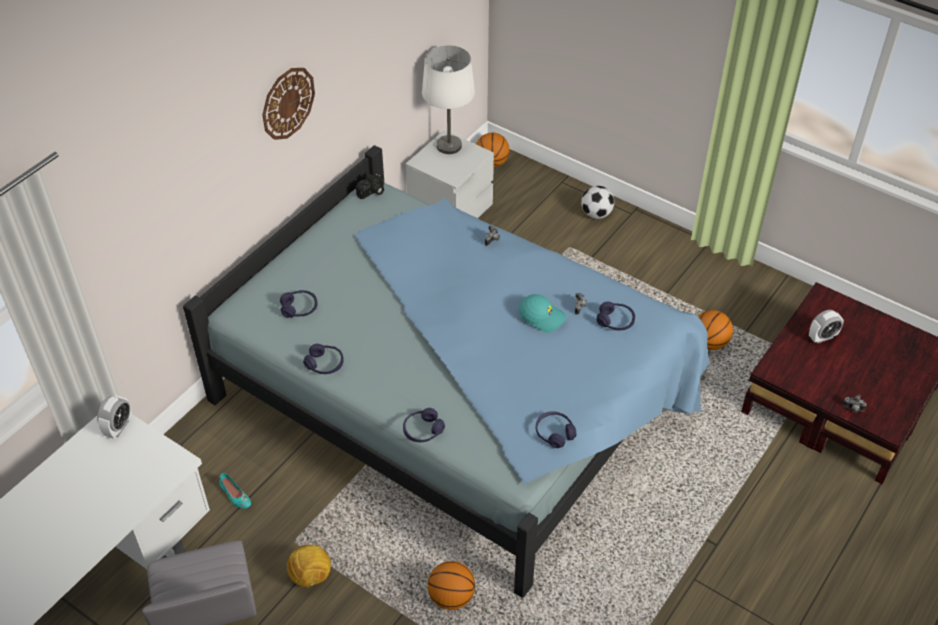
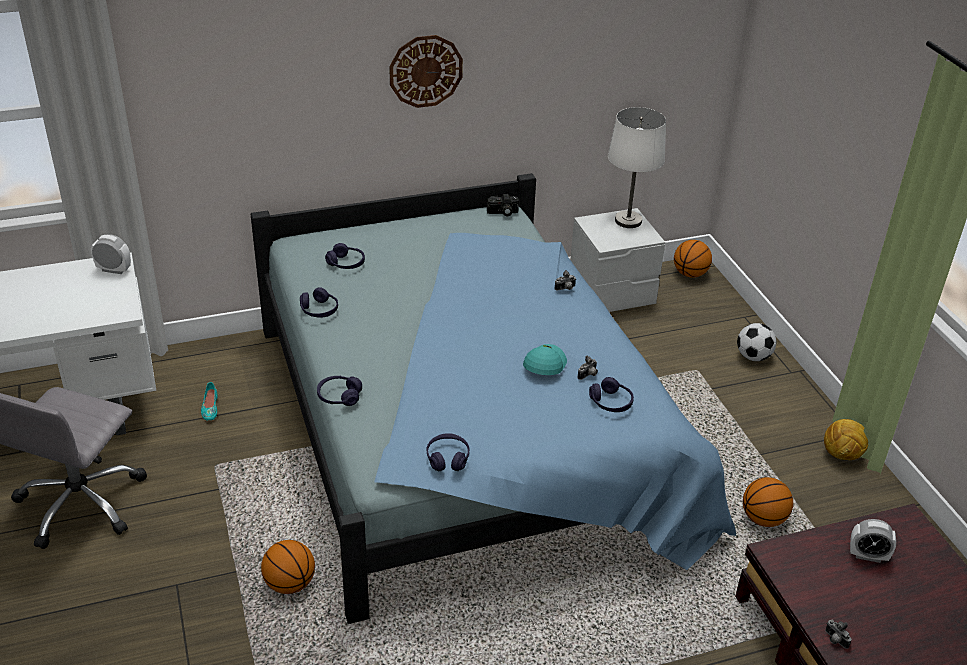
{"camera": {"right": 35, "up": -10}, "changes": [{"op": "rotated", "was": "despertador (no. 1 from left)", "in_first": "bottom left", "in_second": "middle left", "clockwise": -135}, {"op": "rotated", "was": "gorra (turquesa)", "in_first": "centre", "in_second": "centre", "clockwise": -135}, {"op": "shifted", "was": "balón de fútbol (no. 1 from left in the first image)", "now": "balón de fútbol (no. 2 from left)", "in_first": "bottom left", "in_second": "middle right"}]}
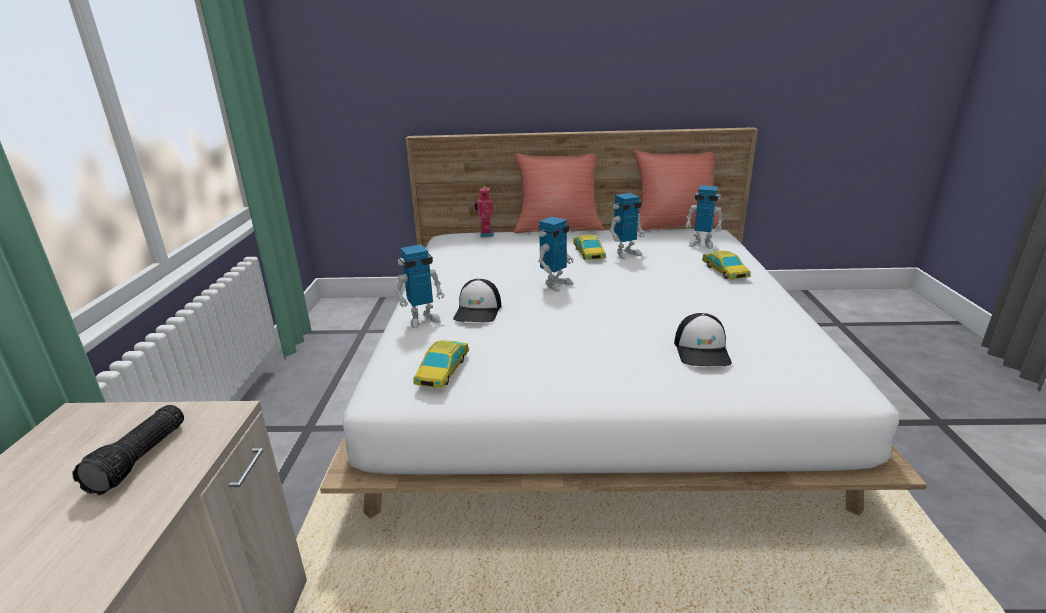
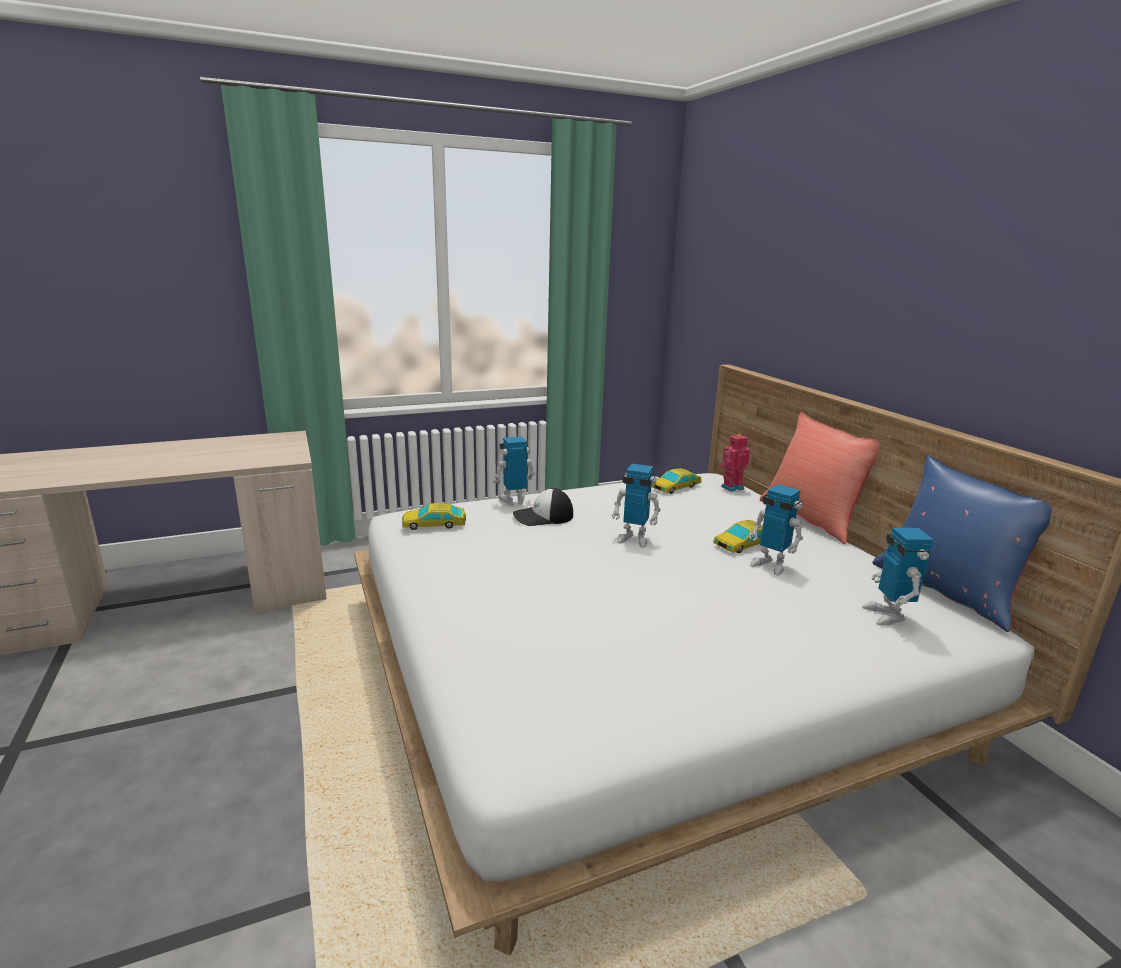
{"camera": {"right": 65, "up": -5}, "changes": [{"op": "rotated", "was": "robot de juguete (no. 1 from left)", "in_first": "centre", "in_second": "centre", "clockwise": 120}, {"op": "shifted", "was": "coche de juguete (no. 3 from left in the first image)", "now": "coche de juguete (no. 2 from left)", "in_first": "middle right", "in_second": "centre"}, {"op": "repainted", "was": "cojín (rojo) (no. 2 from left)", "now": "cojín (azul)", "in_first": "top centre", "in_second": "middle right"}, {"op": "gone", "was": "linterna", "in_first": "bottom left"}, {"op": "gone", "was": "gorra (no. 2 from left)", "in_first": "middle right"}]}
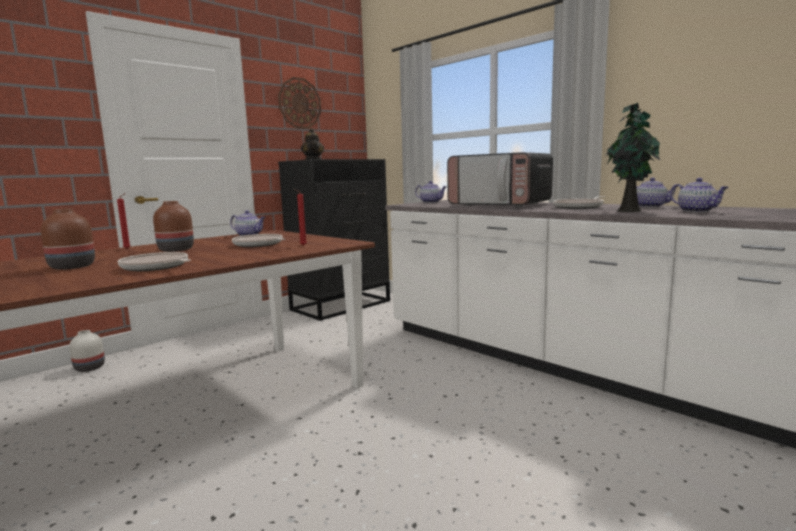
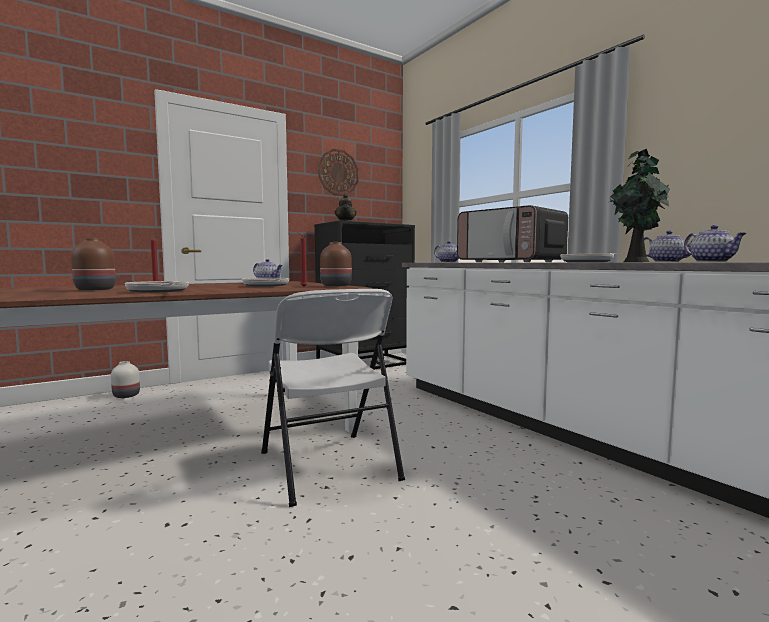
{"camera": {"right": 10, "up": -5}, "changes": [{"op": "new", "now": "silla (blanco)", "in_second": "centre"}, {"op": "shifted", "was": "florero (marrón) (no. 2 from left)", "in_first": "middle left", "in_second": "centre"}]}
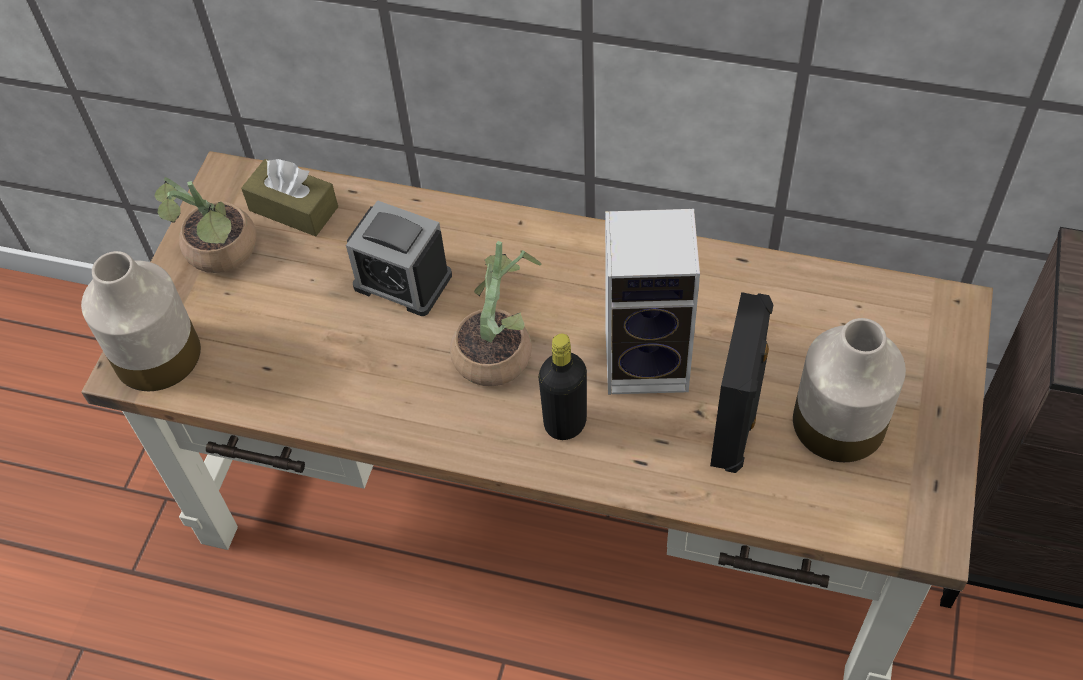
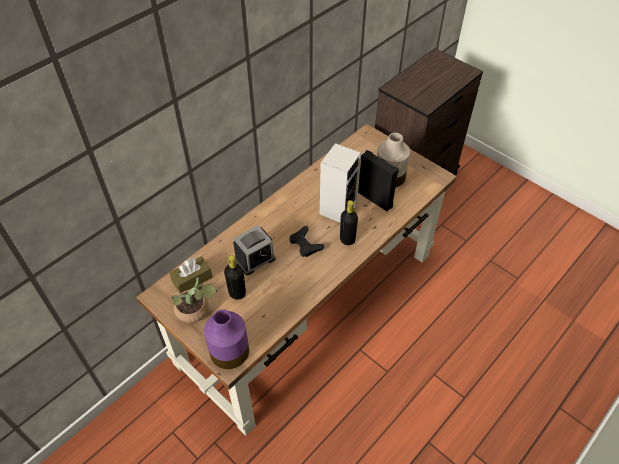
{"camera": {"right": -65, "up": -5}, "changes": [{"op": "repainted", "was": "florero (beis) (no. 1 from left)", "now": "florero (morado)", "in_first": "middle left", "in_second": "bottom centre"}, {"op": "new", "now": "botella (negro) (no. 1 from left)", "in_second": "centre"}, {"op": "swapped", "was": "planta en maceta (no. 2 from left)", "now": "mando de consola (negro)", "in_first": "centre", "in_second": "centre"}]}
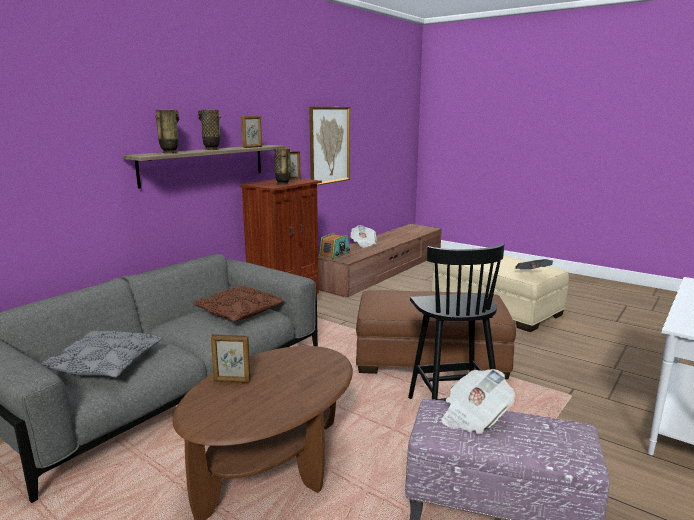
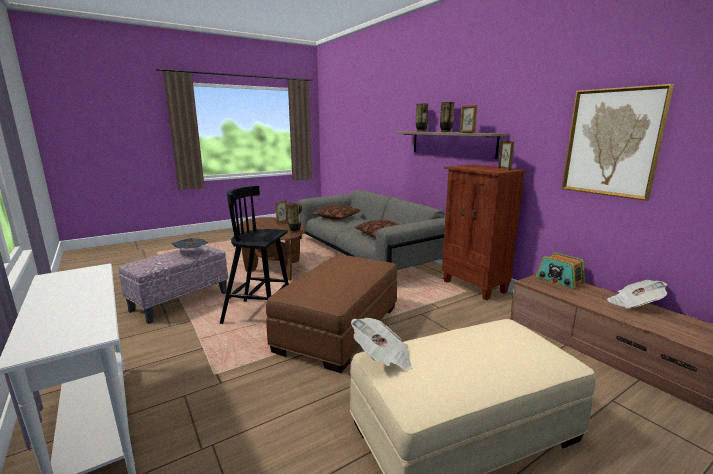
{"camera": {"right": 110, "up": 0}, "changes": [{"op": "shifted", "was": "florero (no. 3 from left in the first image)", "now": "florero (no. 1 from left)", "in_first": "top centre", "in_second": "centre"}, {"op": "repainted", "was": "cojín (gris)", "now": "cojín (marrón) (no. 1 from left)", "in_first": "bottom left", "in_second": "centre"}]}
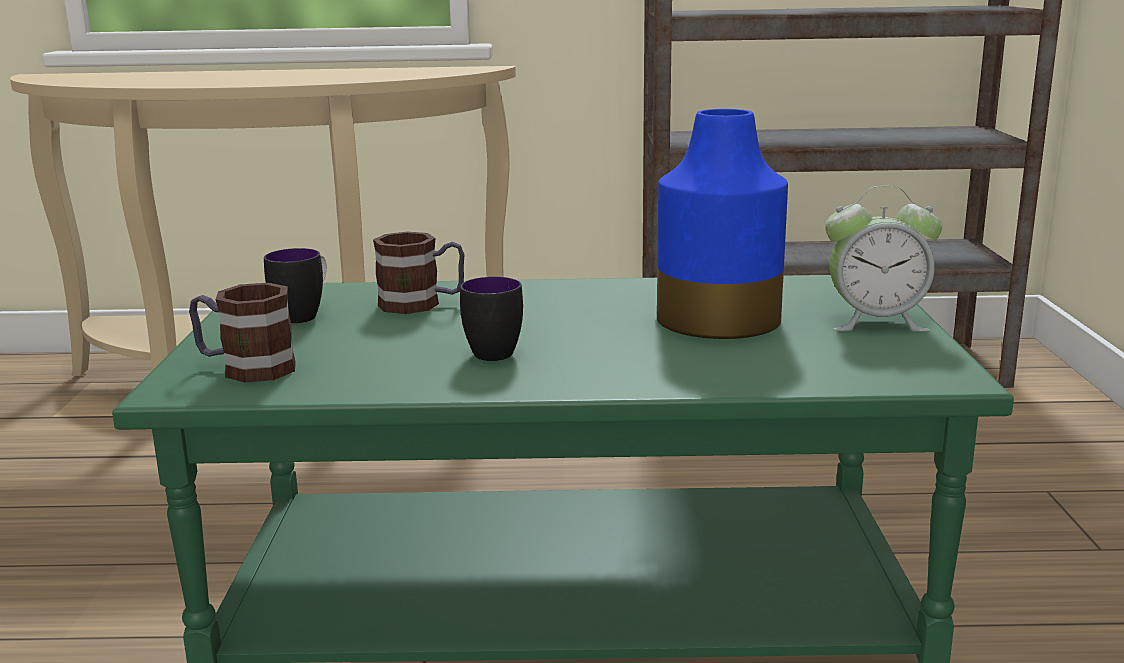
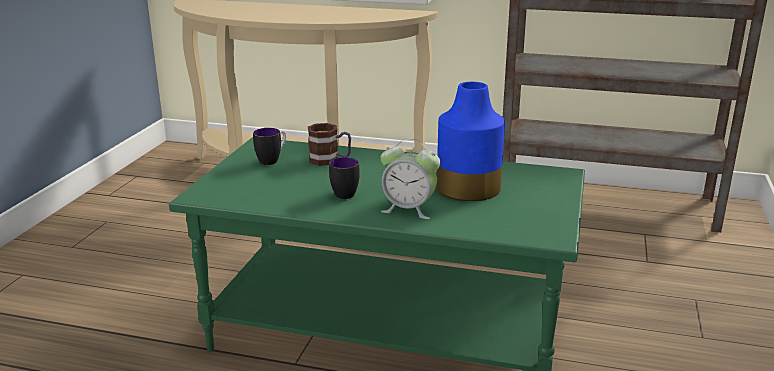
{"camera": {"right": 15, "up": 5}, "changes": [{"op": "shifted", "was": "despertador", "in_first": "middle right", "in_second": "centre"}, {"op": "gone", "was": "taza grande (no. 1 from left)", "in_first": "middle left"}]}
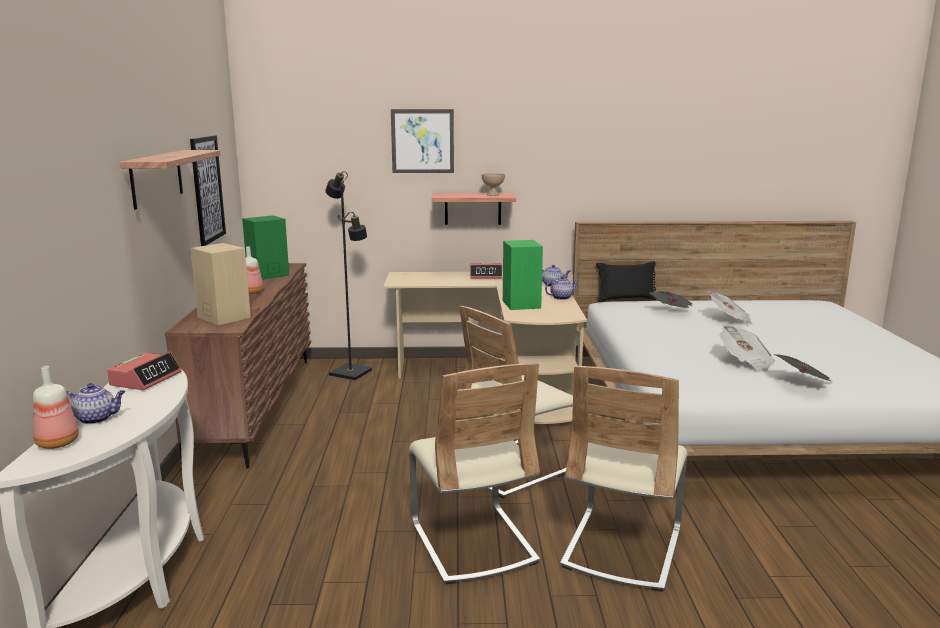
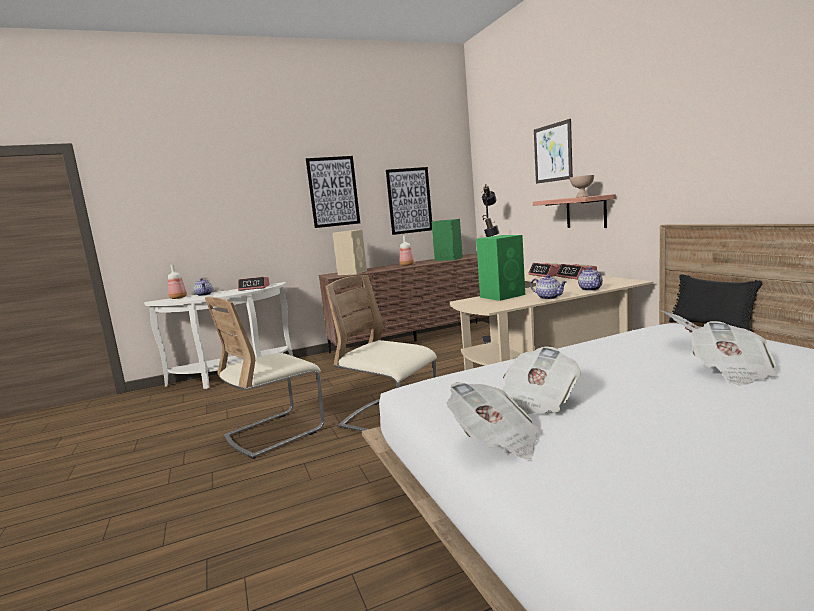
{"camera": {"right": 70, "up": -5}, "changes": [{"op": "swapped", "was": "estante (no. 1 from left)", "now": "cuadro (no. 1 from left)", "in_first": "top left", "in_second": "top centre"}, {"op": "new", "now": "despertador (no. 2 from left)", "in_second": "middle right"}, {"op": "gone", "was": "silla (beis) (no. 3 from left)", "in_first": "bottom centre"}]}
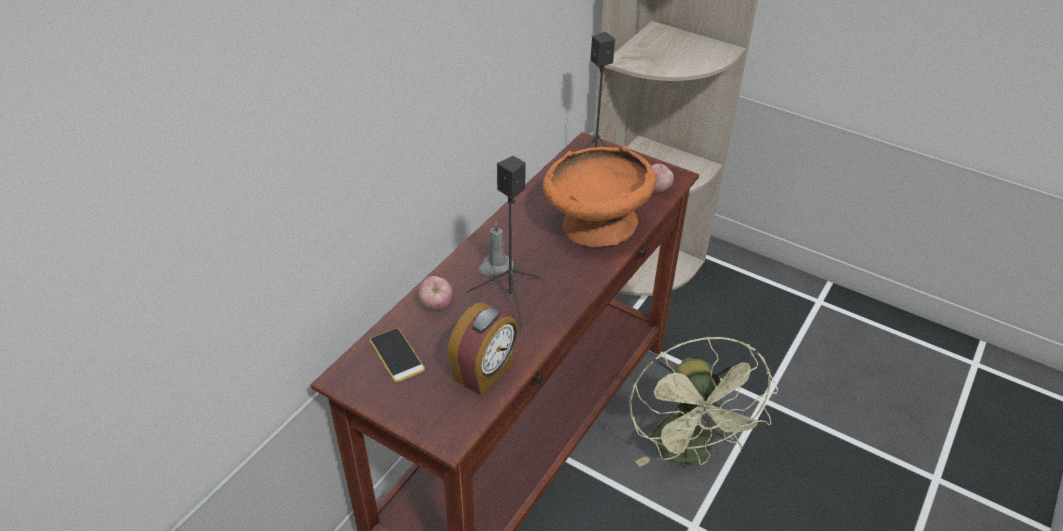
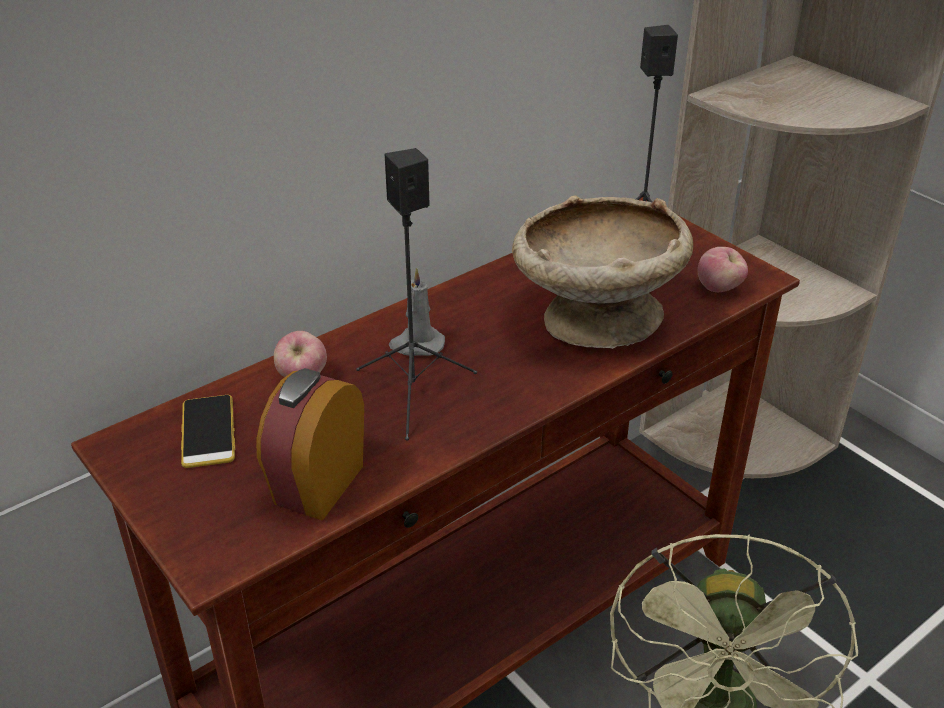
{"camera": {"right": 20, "up": -5}, "changes": [{"op": "rotated", "was": "despertador", "in_first": "centre", "in_second": "middle left", "clockwise": 150}, {"op": "repainted", "was": "cuenco (naranja)", "now": "cuenco (beis)", "in_first": "centre", "in_second": "centre"}]}
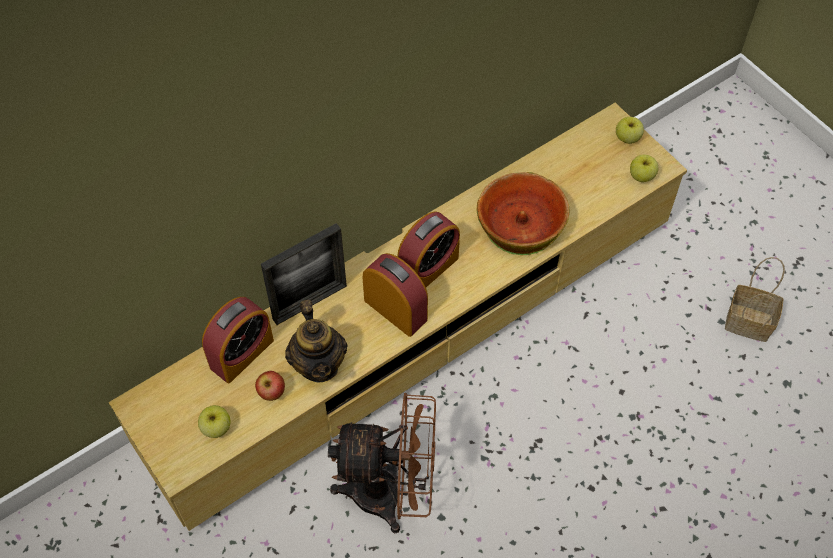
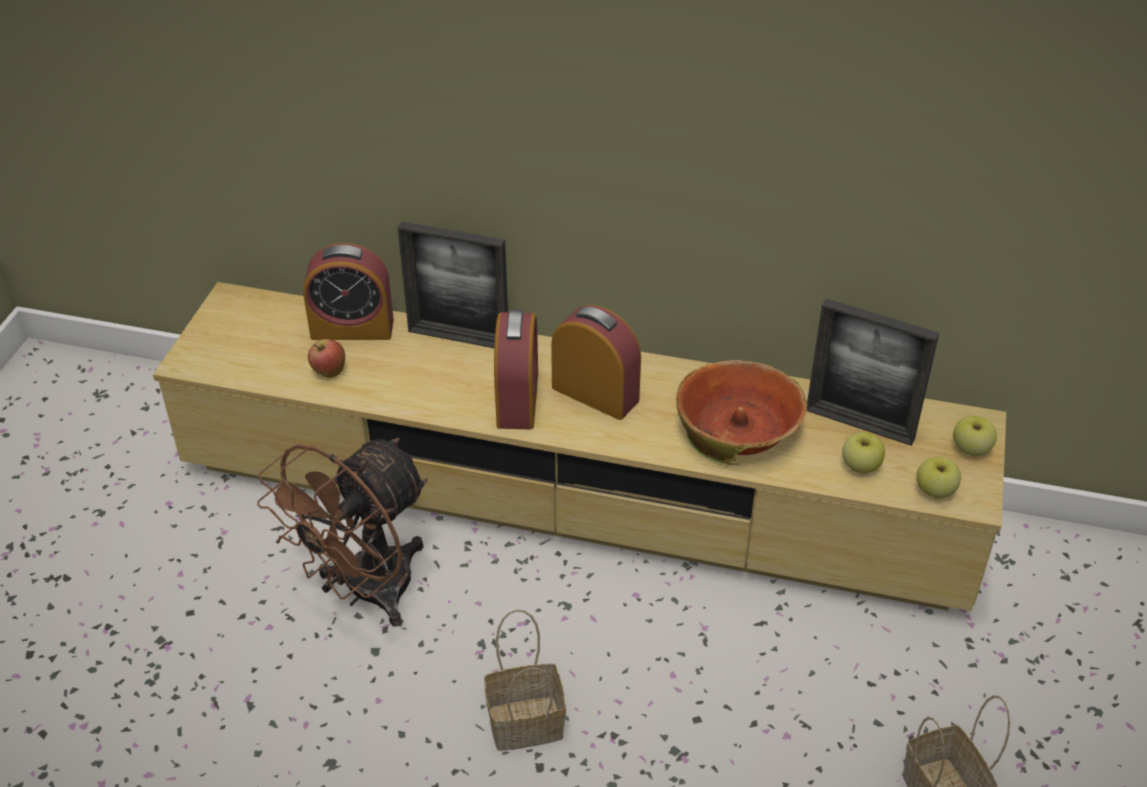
{"camera": {"right": 50, "up": -15}, "changes": [{"op": "rotated", "was": "ventilador (marrón)", "in_first": "bottom centre", "in_second": "bottom left", "clockwise": 75}, {"op": "new", "now": "cesta (no. 1 from left)", "in_second": "bottom centre"}, {"op": "rotated", "was": "despertador (no. 3 from left)", "in_first": "centre", "in_second": "centre", "clockwise": -150}, {"op": "new", "now": "portarretratos (no. 2 from left)", "in_second": "middle right"}, {"op": "shifted", "was": "manzana (no. 1 from left in the first image)", "now": "manzana (no. 2 from left)", "in_first": "bottom left", "in_second": "middle right"}, {"op": "gone", "was": "tetera", "in_first": "centre"}]}
